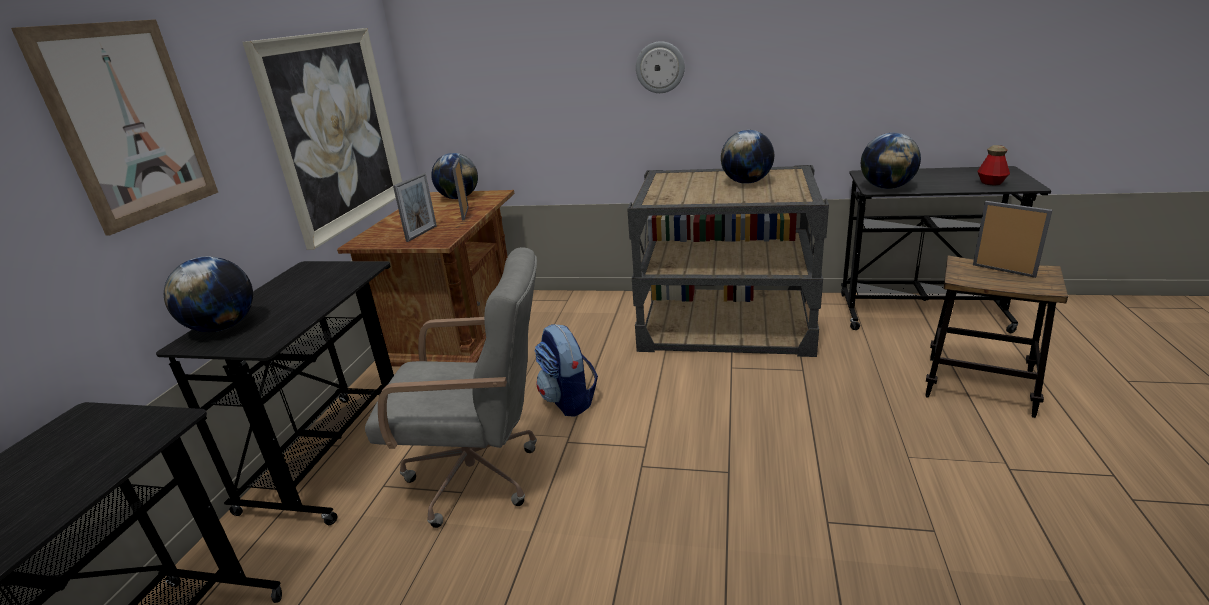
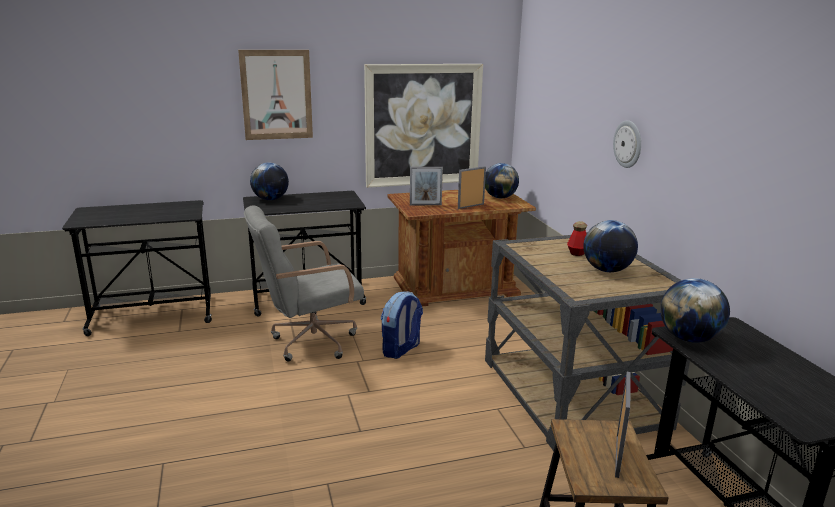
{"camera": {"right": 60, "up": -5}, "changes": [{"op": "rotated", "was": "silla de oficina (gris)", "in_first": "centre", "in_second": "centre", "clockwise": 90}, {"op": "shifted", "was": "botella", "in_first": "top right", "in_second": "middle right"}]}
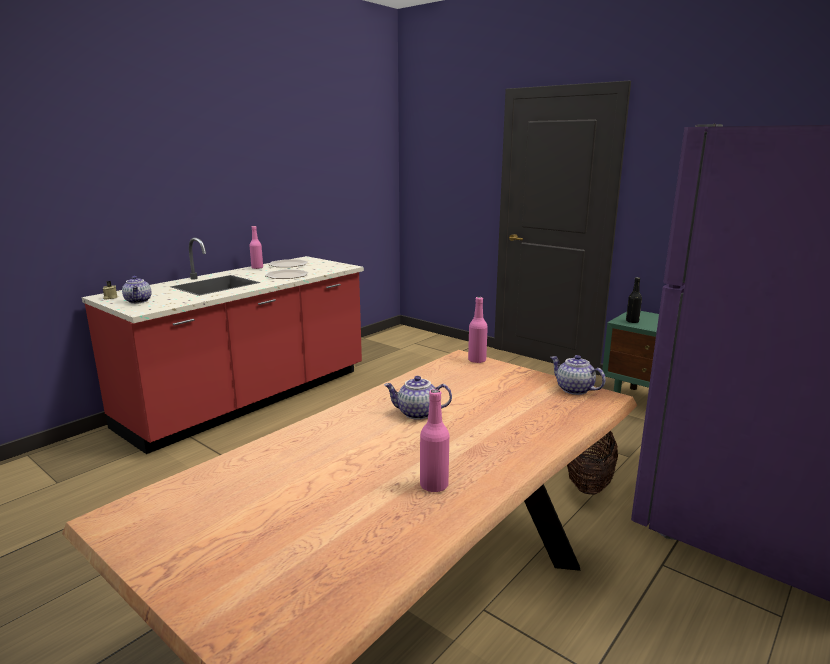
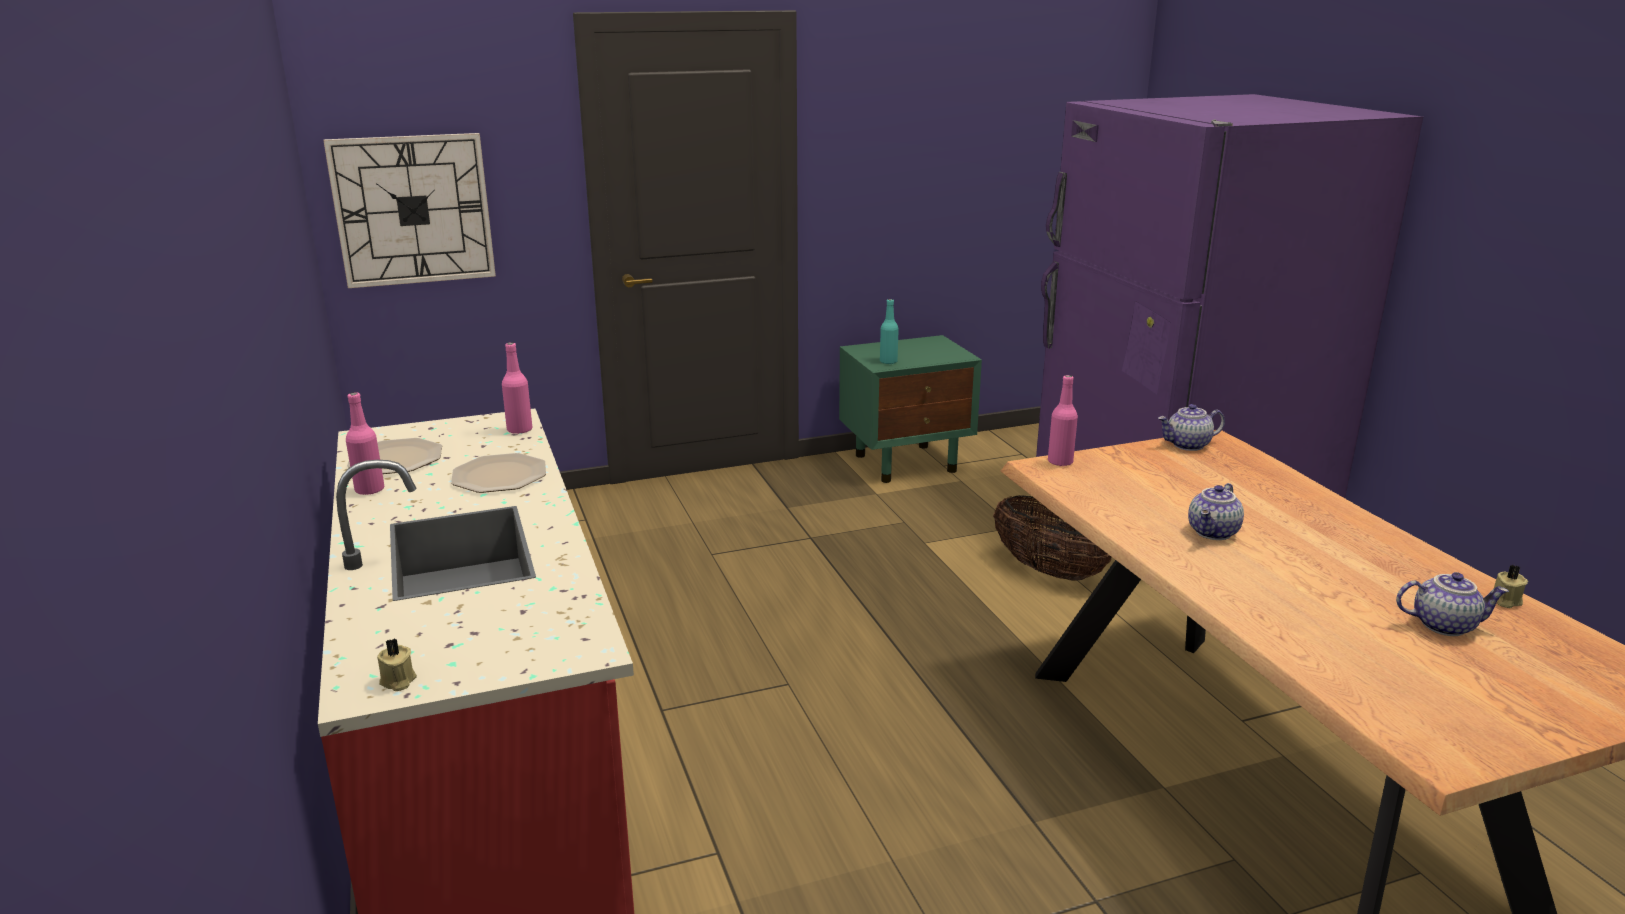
{"camera": {"right": -60, "up": 5}, "changes": [{"op": "new", "now": "reloj de pared", "in_second": "top left"}, {"op": "shifted", "was": "botella (rosa) (no. 2 from left)", "in_first": "centre", "in_second": "middle left"}, {"op": "repainted", "was": "botella (negro)", "now": "botella (turquesa)", "in_first": "middle right", "in_second": "centre"}, {"op": "shifted", "was": "tetera (no. 1 from left in the first image)", "now": "tetera (no. 3 from left)", "in_first": "middle left", "in_second": "middle right"}, {"op": "new", "now": "vela (beis) (no. 2 from left)", "in_second": "middle right"}]}
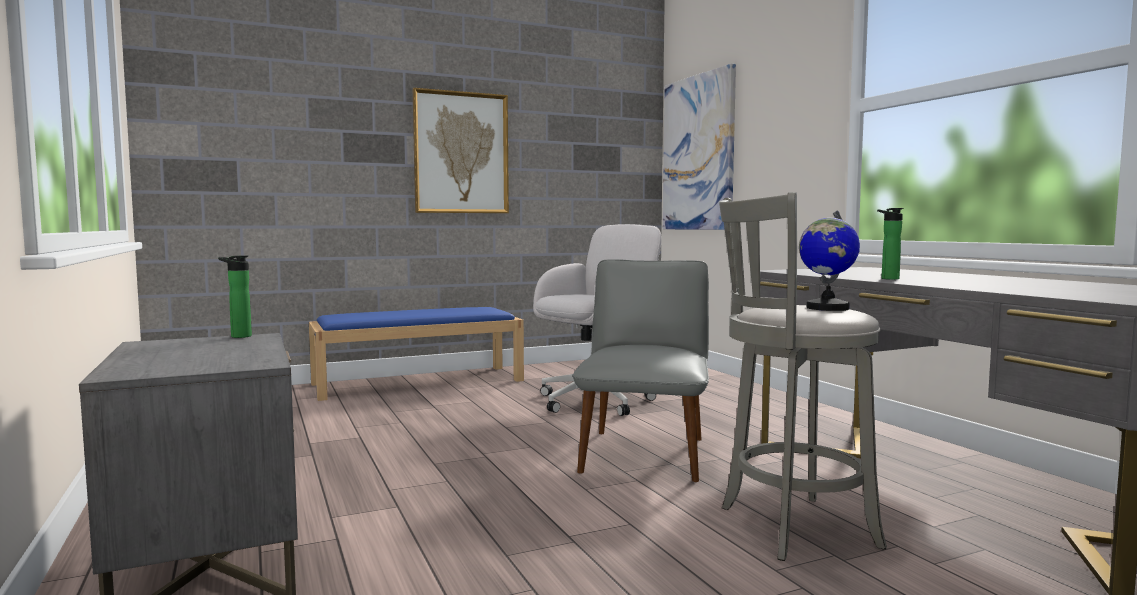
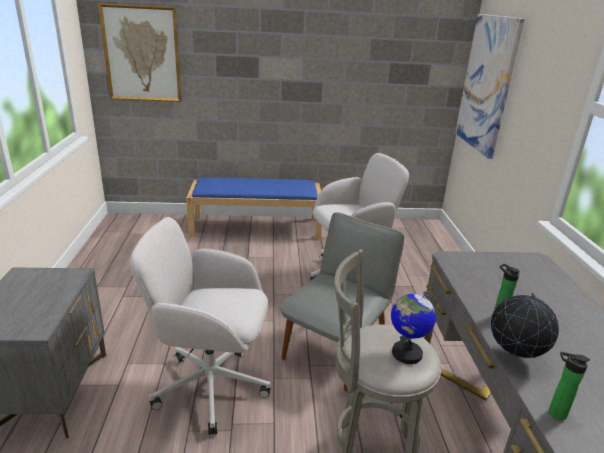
{"camera": {"right": 20, "up": 20}, "changes": [{"op": "shifted", "was": "cuadro (no. 1 from left)", "in_first": "top centre", "in_second": "top left"}, {"op": "new", "now": "silla de oficina (blanco) (no. 1 from left)", "in_second": "bottom left"}, {"op": "new", "now": "globo terráqueo (no. 2 from left)", "in_second": "bottom right"}, {"op": "shifted", "was": "botella (no. 1 from left in the first image)", "now": "botella (no. 2 from left)", "in_first": "middle left", "in_second": "bottom right"}]}
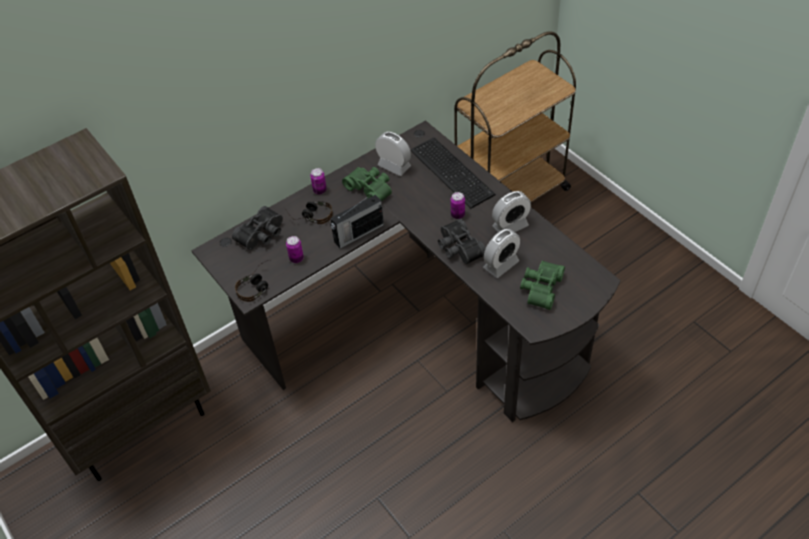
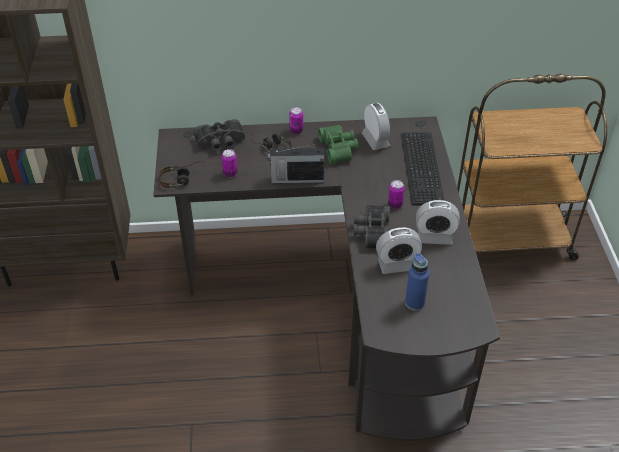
{"camera": {"right": 30, "up": -5}, "changes": [{"op": "swapped", "was": "prismáticos (verde) (no. 2 from left)", "now": "botella (azul)", "in_first": "middle right", "in_second": "middle right"}]}
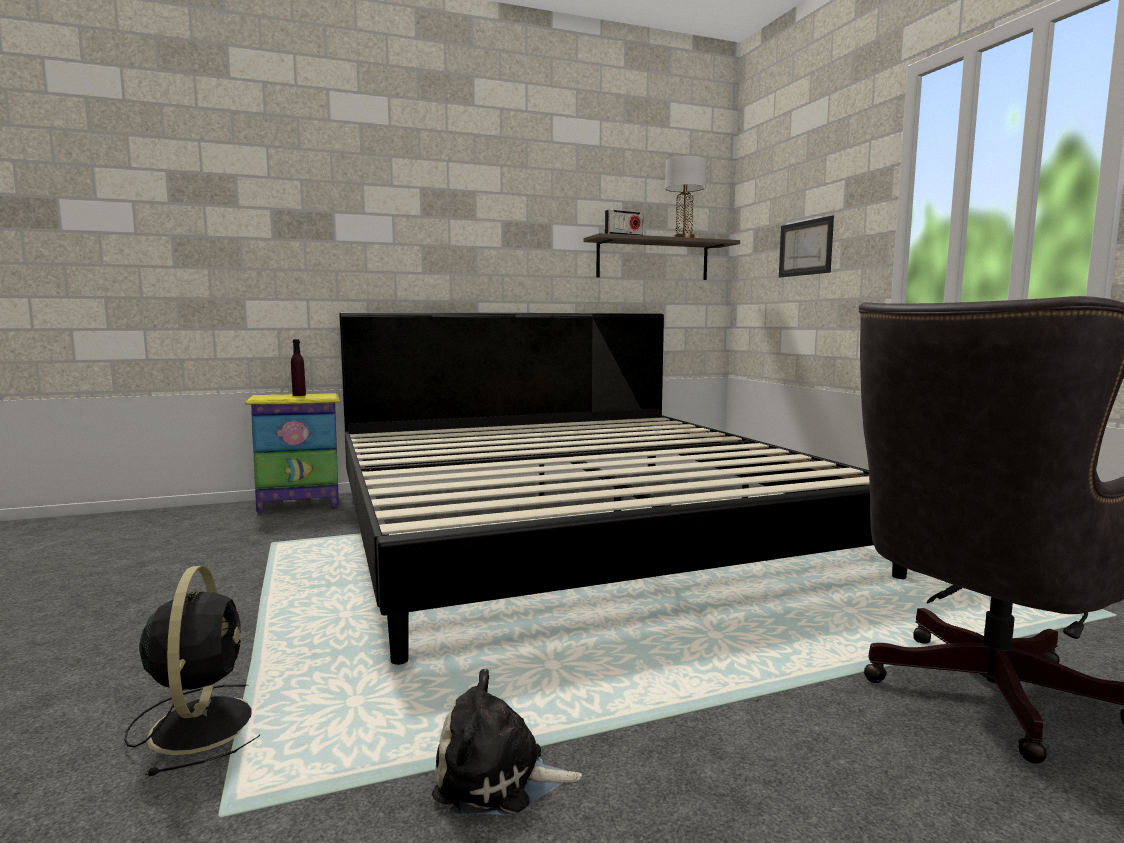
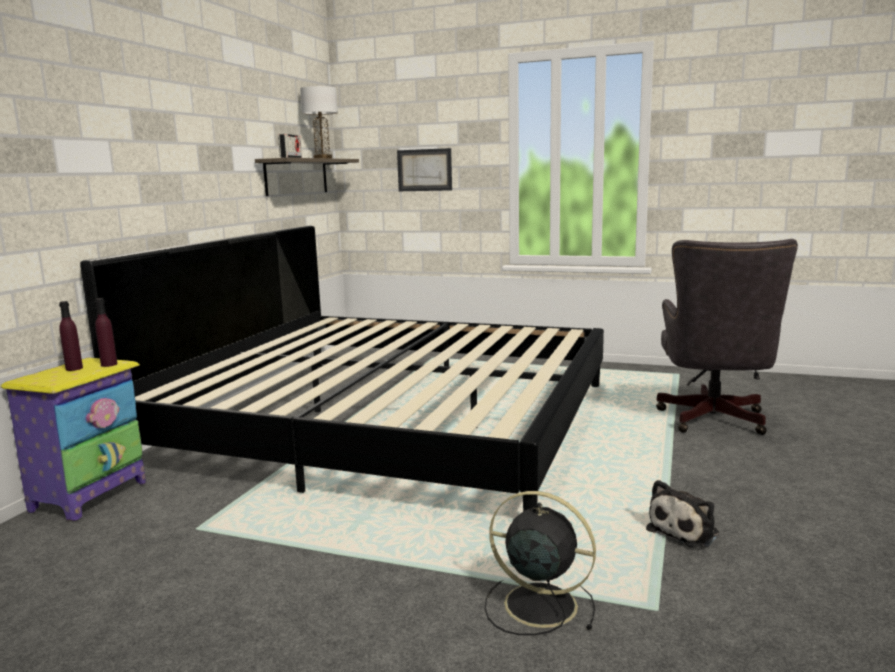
{"camera": {"right": -50, "up": 5}, "changes": [{"op": "new", "now": "botella (morado) (no. 2 from left)", "in_second": "middle left"}]}
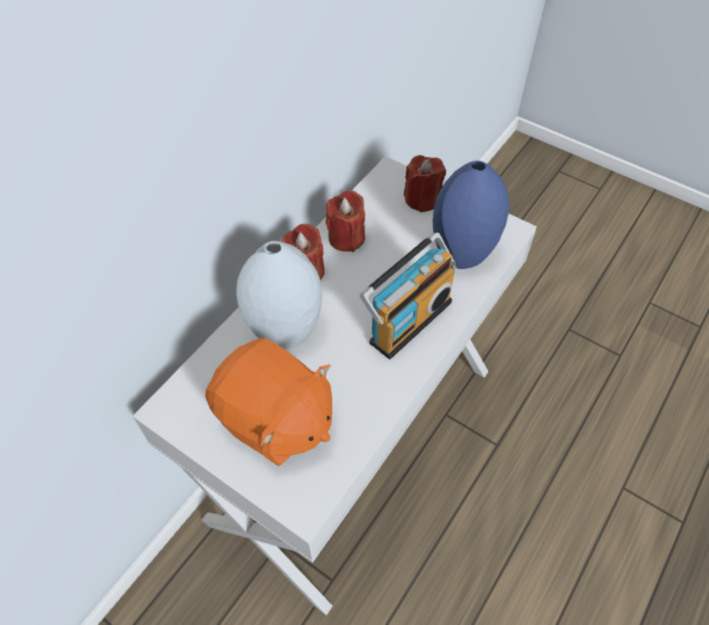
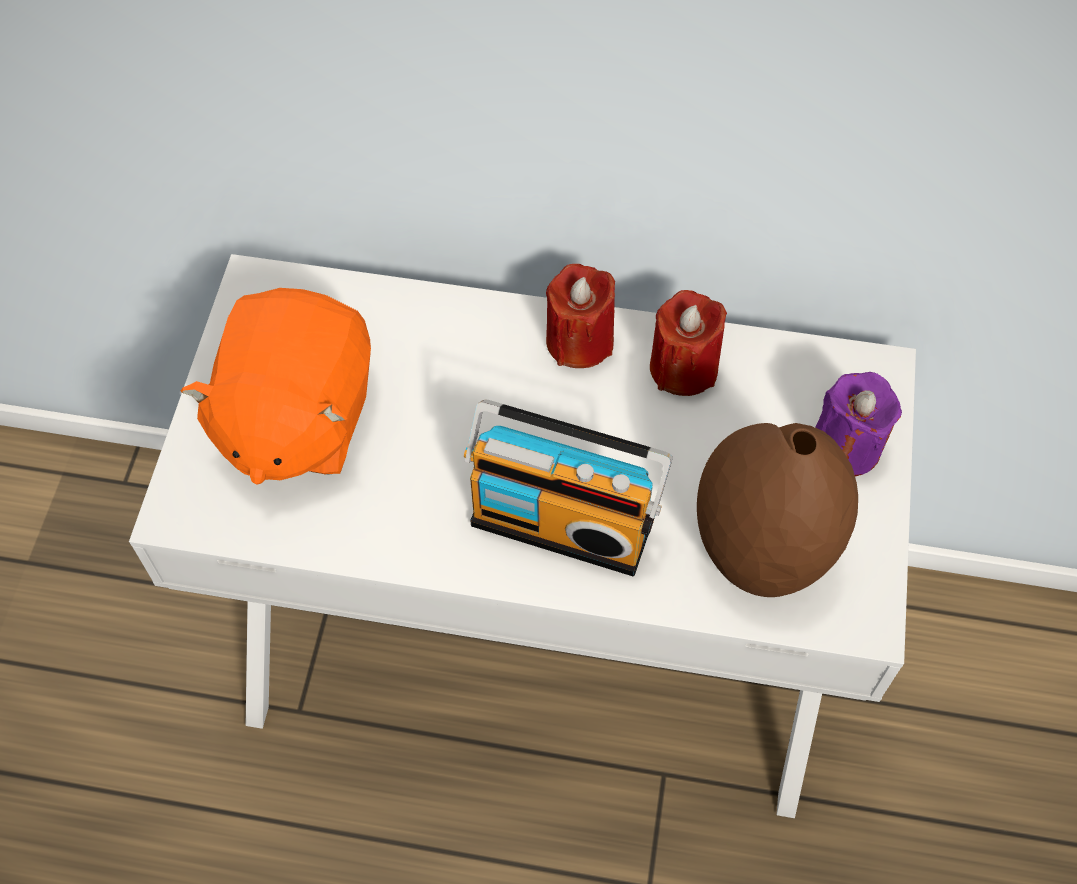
{"camera": {"right": 65, "up": 5}, "changes": [{"op": "repainted", "was": "florero (azul)", "now": "florero (marrón)", "in_first": "centre", "in_second": "middle right"}, {"op": "repainted", "was": "vela (rojo) (no. 3 from left)", "now": "vela (morado)", "in_first": "top centre", "in_second": "middle right"}, {"op": "gone", "was": "florero (gris)", "in_first": "centre"}]}
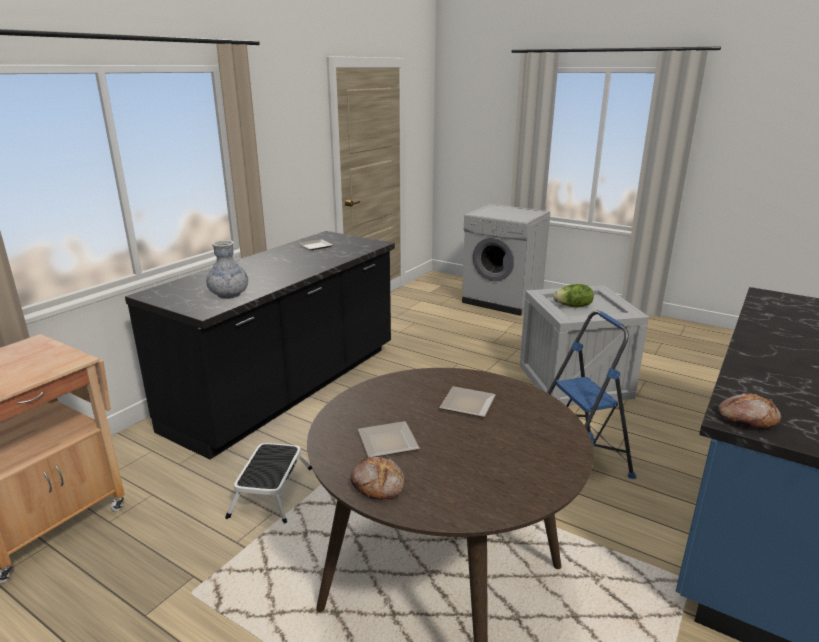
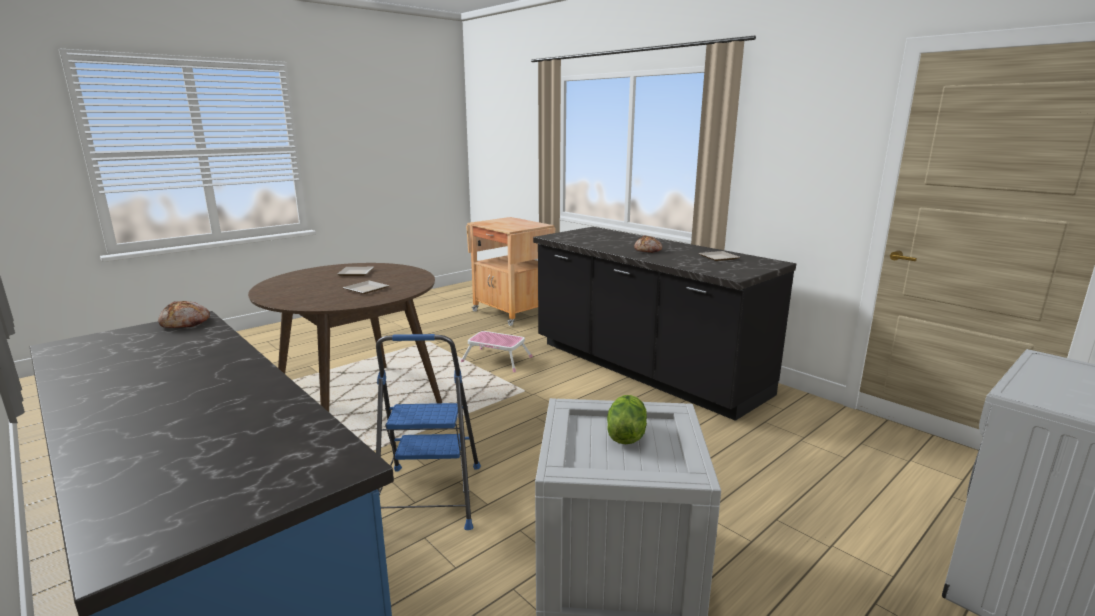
{"camera": {"right": 105, "up": -5}, "changes": [{"op": "repainted", "was": "escalera de tijera (negro)", "now": "escalera de tijera (rosa)", "in_first": "bottom left", "in_second": "centre"}, {"op": "shifted", "was": "pan (no. 1 from left in the first image)", "now": "pan (no. 2 from left)", "in_first": "bottom centre", "in_second": "centre"}, {"op": "gone", "was": "florero", "in_first": "middle left"}]}
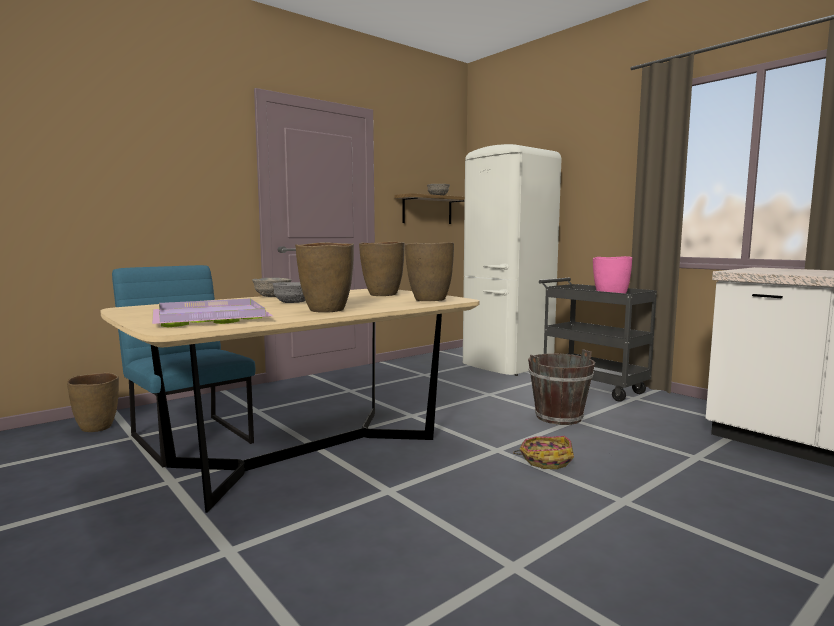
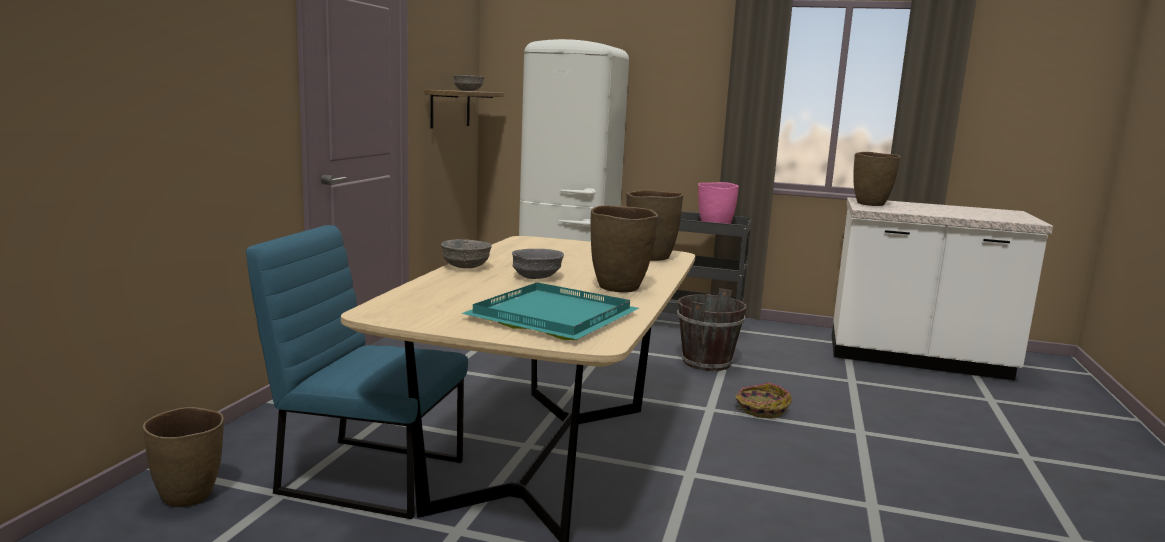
{"camera": {"right": -35, "up": 5}, "changes": [{"op": "repainted", "was": "bandeja (morado)", "now": "bandeja (turquesa)", "in_first": "middle left", "in_second": "centre"}, {"op": "shifted", "was": "florero (marrón) (no. 3 from left in the first image)", "now": "florero (marrón) (no. 4 from left)", "in_first": "centre", "in_second": "top right"}]}
